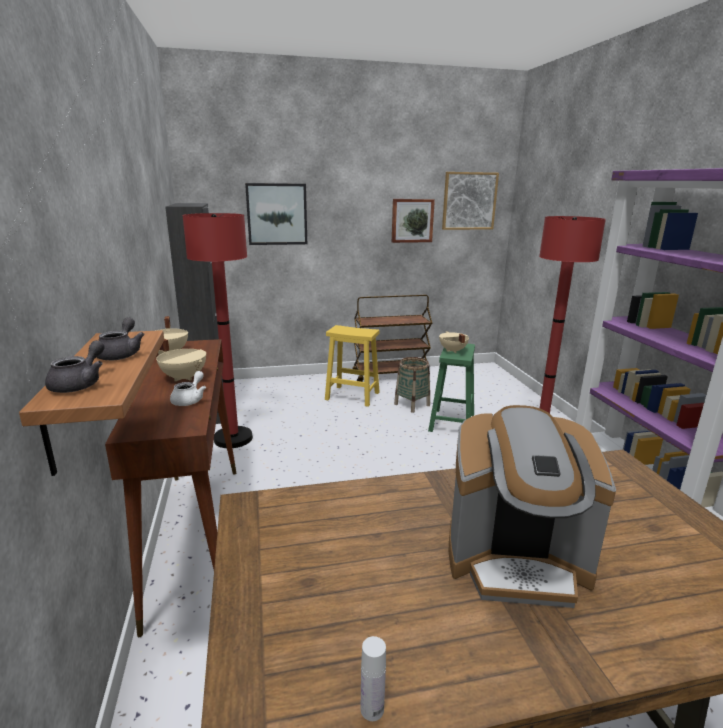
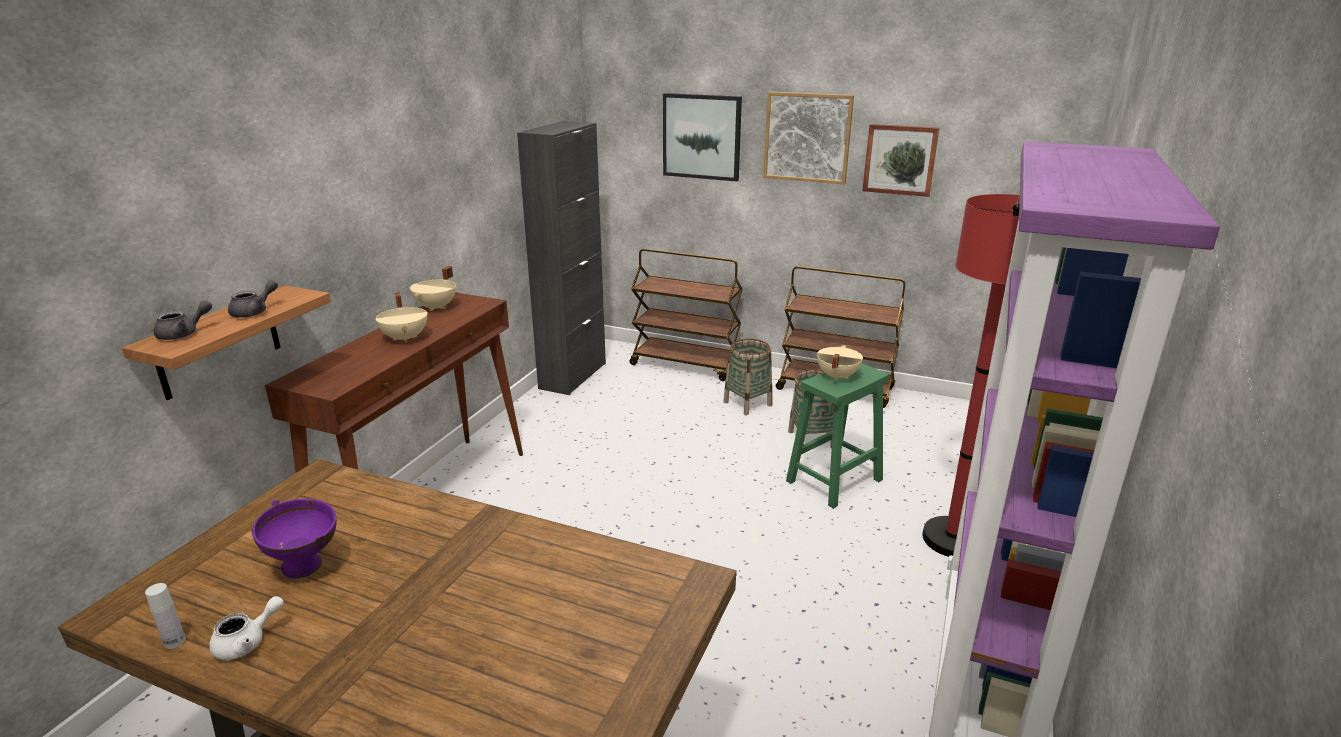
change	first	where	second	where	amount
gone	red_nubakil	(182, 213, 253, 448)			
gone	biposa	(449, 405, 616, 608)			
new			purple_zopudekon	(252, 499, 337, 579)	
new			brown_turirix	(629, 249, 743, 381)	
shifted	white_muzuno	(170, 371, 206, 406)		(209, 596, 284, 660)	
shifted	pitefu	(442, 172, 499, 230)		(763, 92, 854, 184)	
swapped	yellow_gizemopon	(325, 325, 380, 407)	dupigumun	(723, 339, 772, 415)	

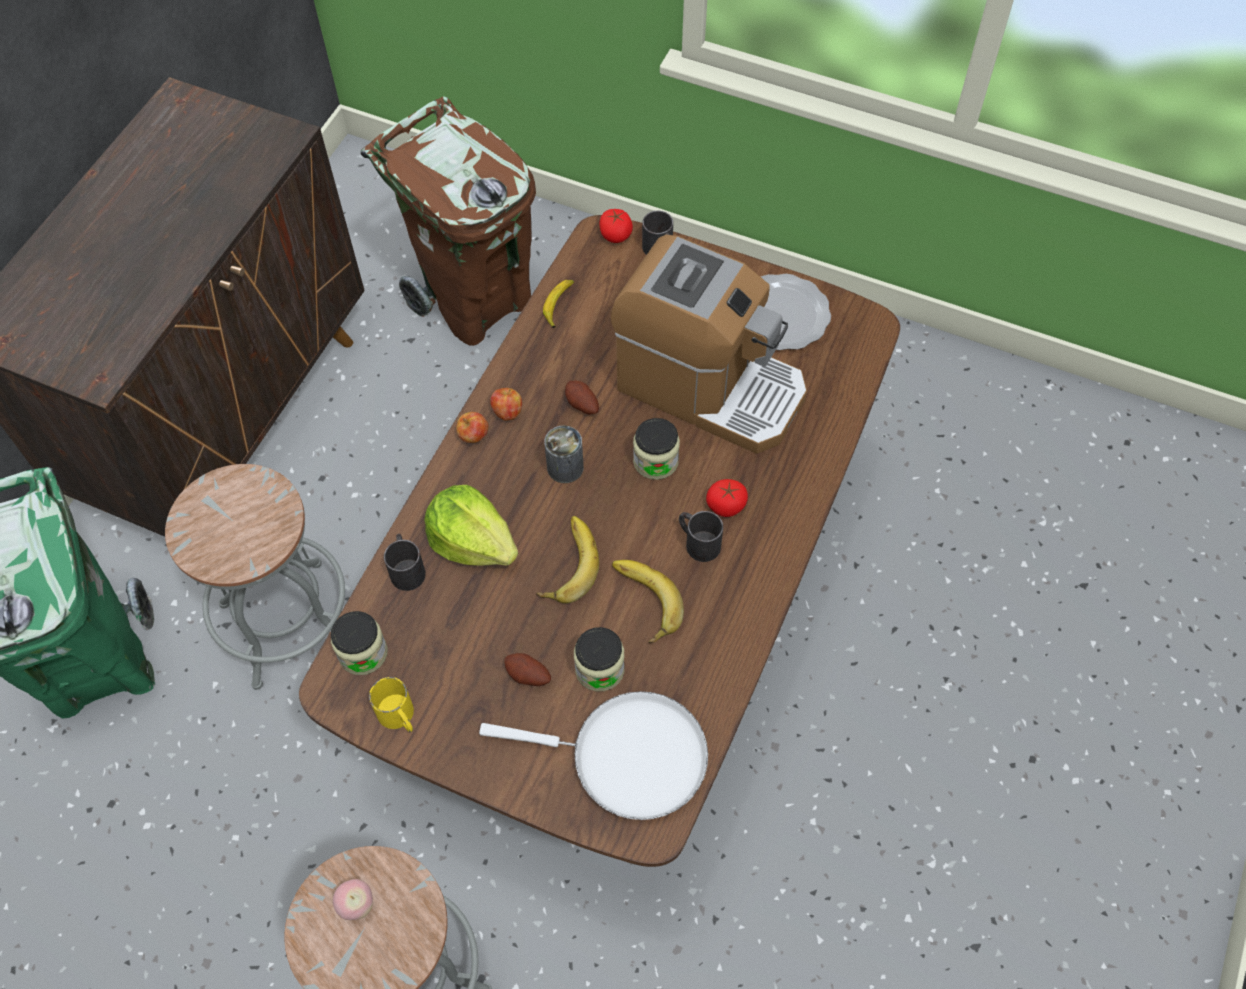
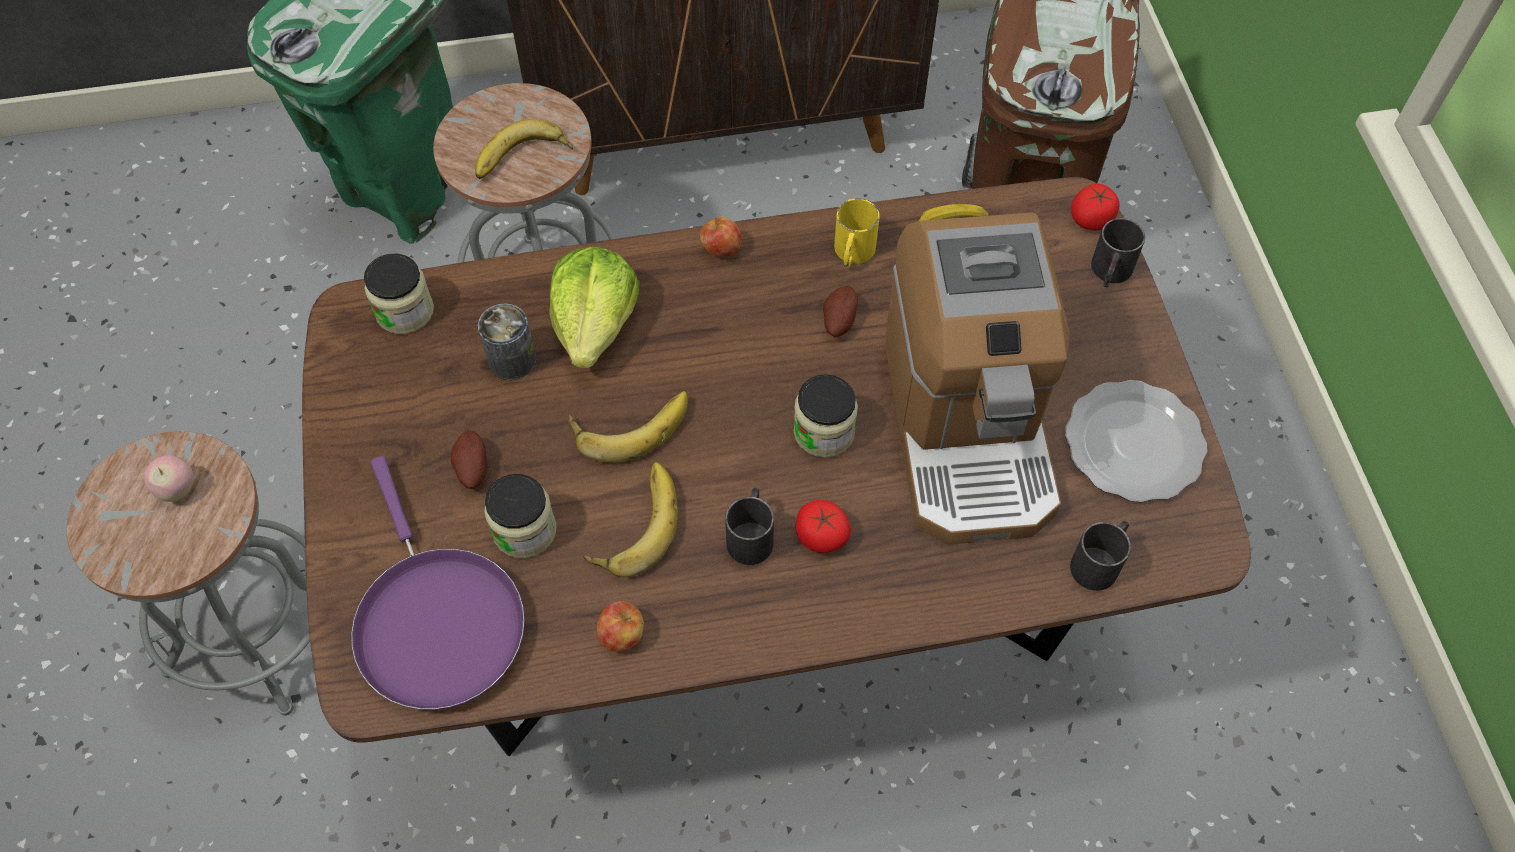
change	first	where	second	where	amount
new			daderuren	(475, 119, 573, 179)	
shifted	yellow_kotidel	(369, 677, 414, 732)		(834, 198, 880, 268)	
shifted	black_kotidel	(384, 534, 426, 591)		(1070, 521, 1131, 591)	
shifted	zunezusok	(490, 388, 522, 421)		(597, 601, 644, 652)	
shifted	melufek	(544, 426, 584, 483)		(478, 304, 536, 380)	
repainted	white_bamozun	(479, 691, 708, 820)	purple_bamozun	(351, 456, 525, 710)	

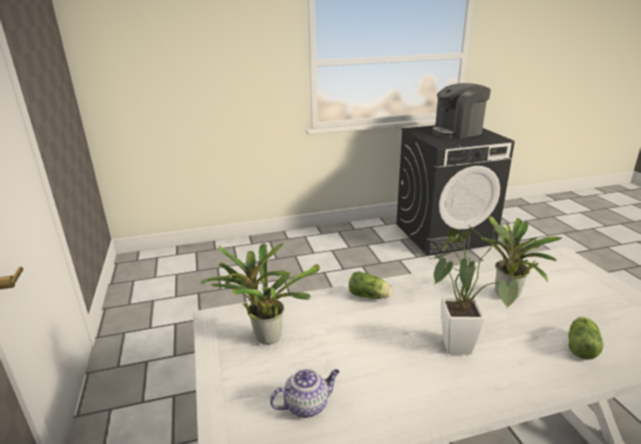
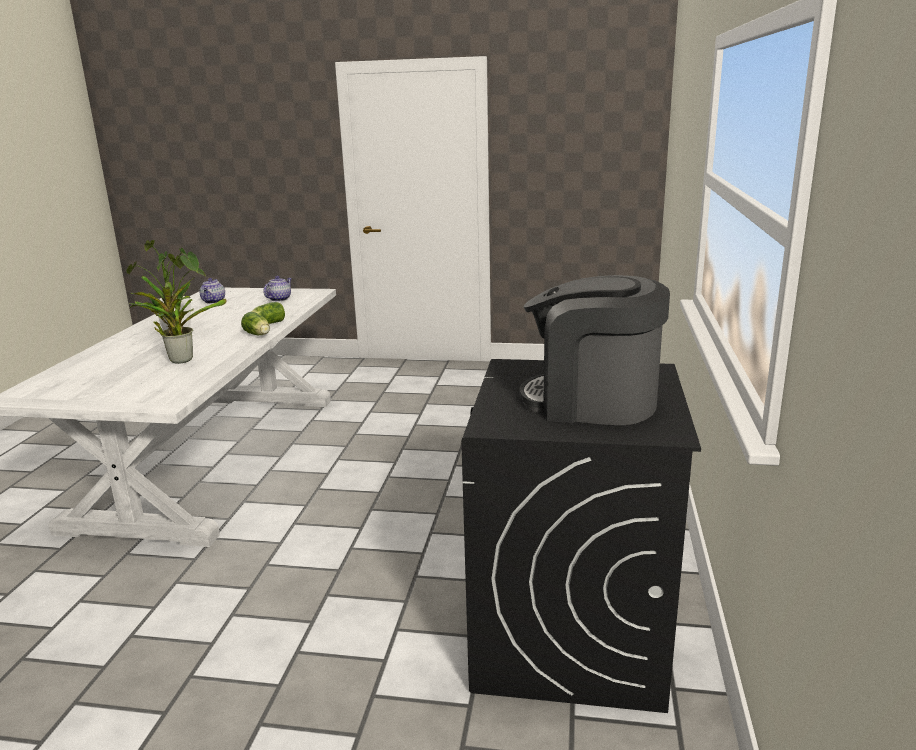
change	first	where	second	where	amount
shifted	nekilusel	(568, 317, 603, 360)		(241, 312, 270, 335)	
swapped	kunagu	(201, 243, 320, 345)	muzuno	(264, 276, 291, 301)	
rotated	biposa	(432, 83, 491, 139)		(519, 275, 670, 425)	75 degrees counterclockwise

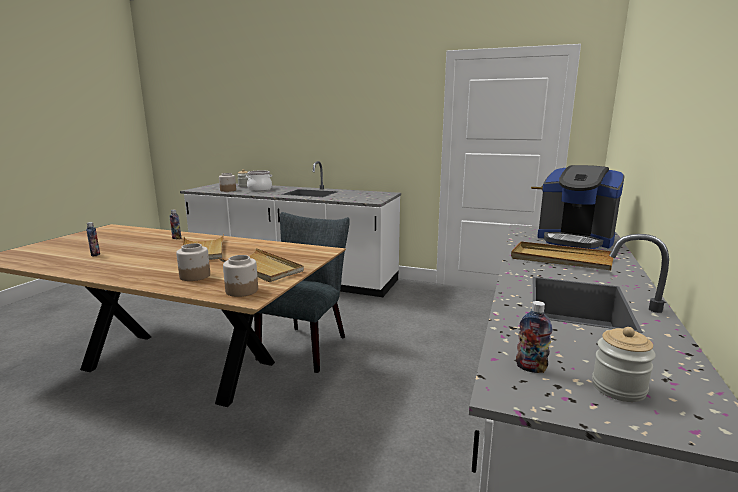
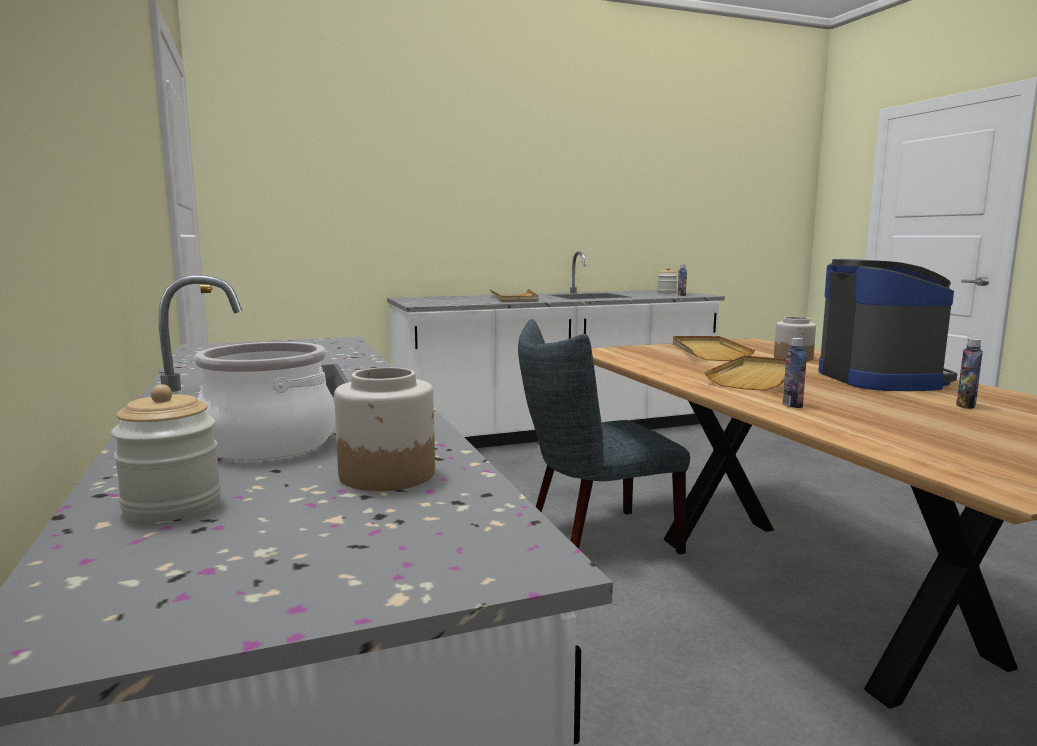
change	first	where	second	where	amount
gone	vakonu	(223, 255, 258, 297)			
shifted	biposa	(537, 165, 624, 249)		(818, 259, 957, 391)	

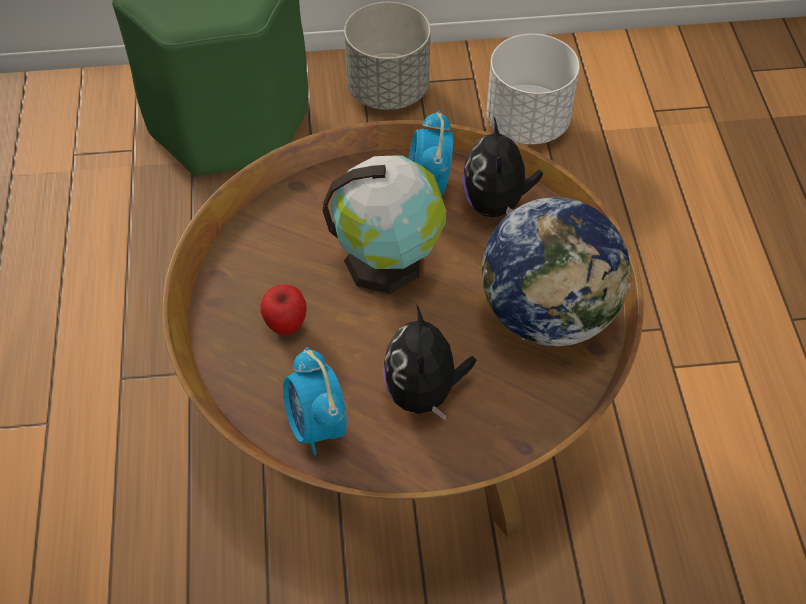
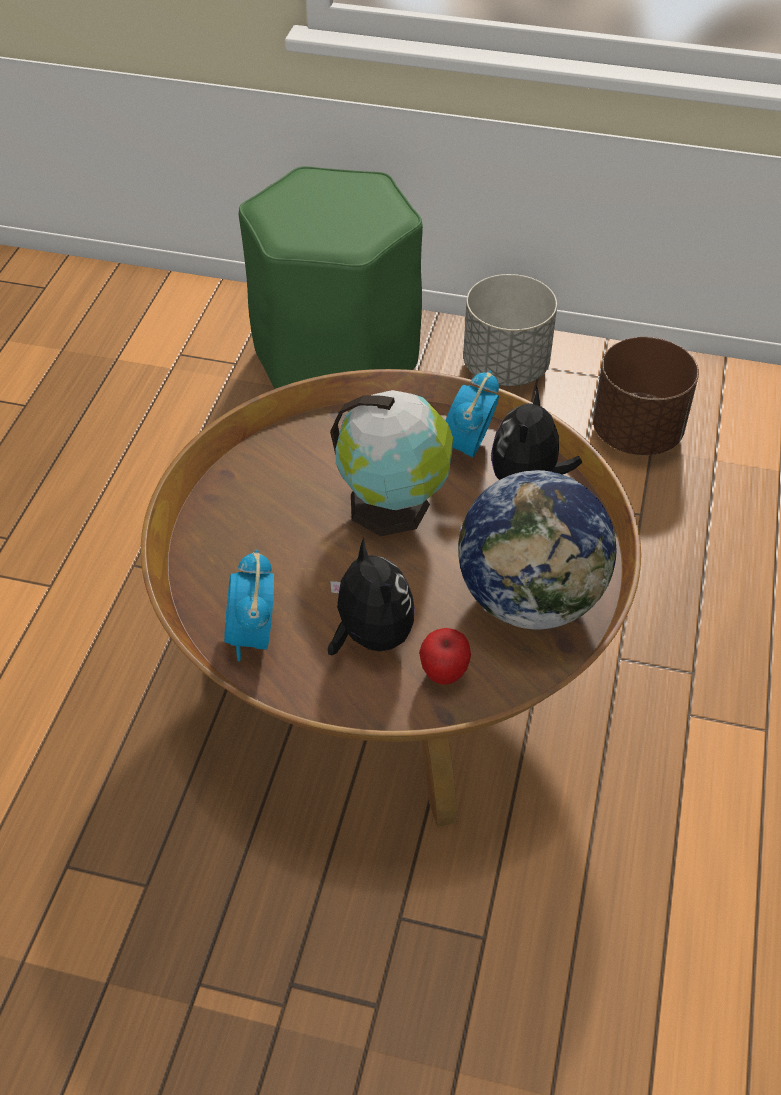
change	first	where	second	where	amount
shifted	zunezusok	(260, 284, 307, 335)		(419, 628, 471, 685)	
repainted	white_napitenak	(486, 34, 580, 145)	brown_napitenak	(593, 337, 699, 455)	
rotated	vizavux	(383, 304, 477, 421)		(328, 537, 415, 655)	135 degrees clockwise

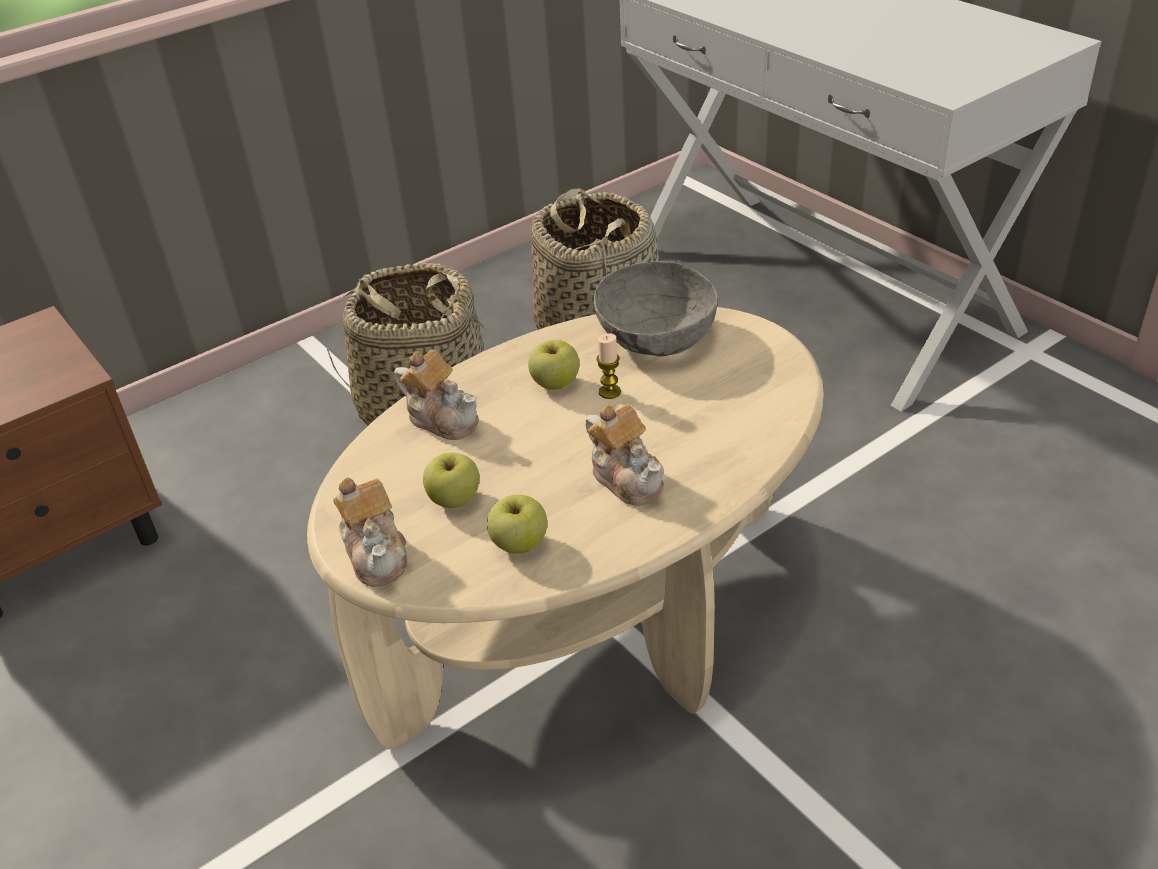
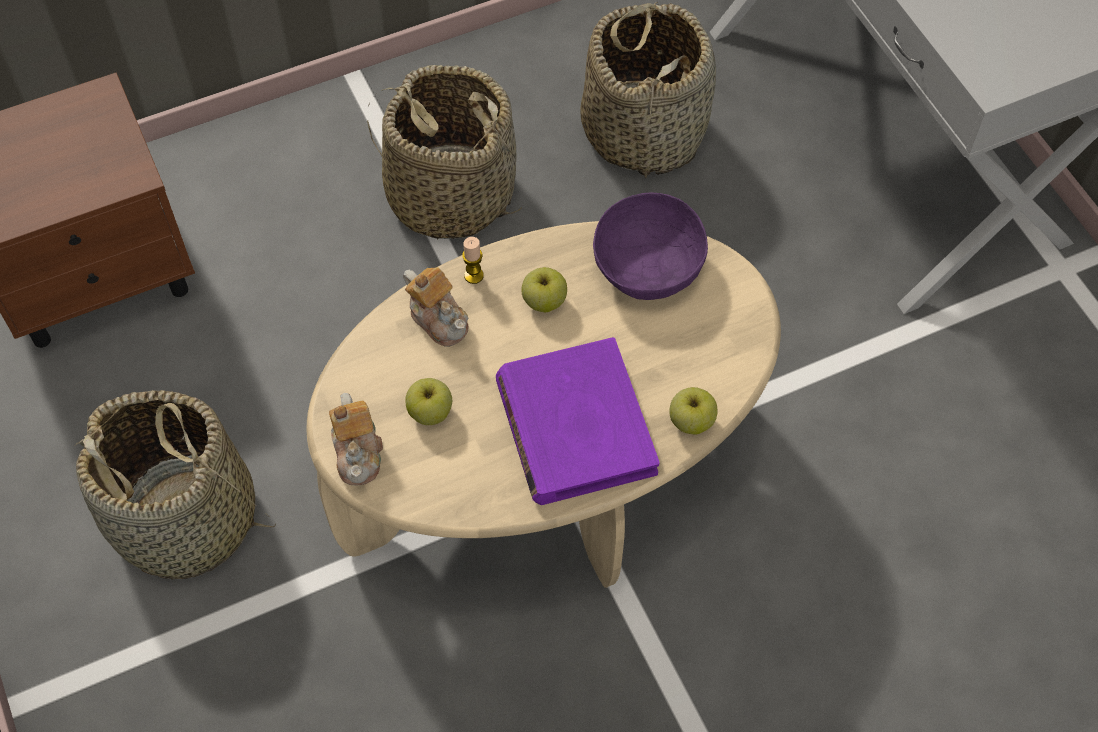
change	first	where	second	where	amount
new			dupigumun	(75, 390, 276, 580)	
shifted	zunezusok	(487, 495, 547, 554)		(669, 387, 718, 435)	
shifted	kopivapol	(596, 333, 621, 399)		(462, 237, 484, 284)	
swapped	muzuno	(585, 404, 664, 506)	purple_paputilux	(496, 337, 660, 505)	
repainted	grey_zopudekon	(594, 261, 718, 357)	purple_zopudekon	(593, 192, 708, 300)	

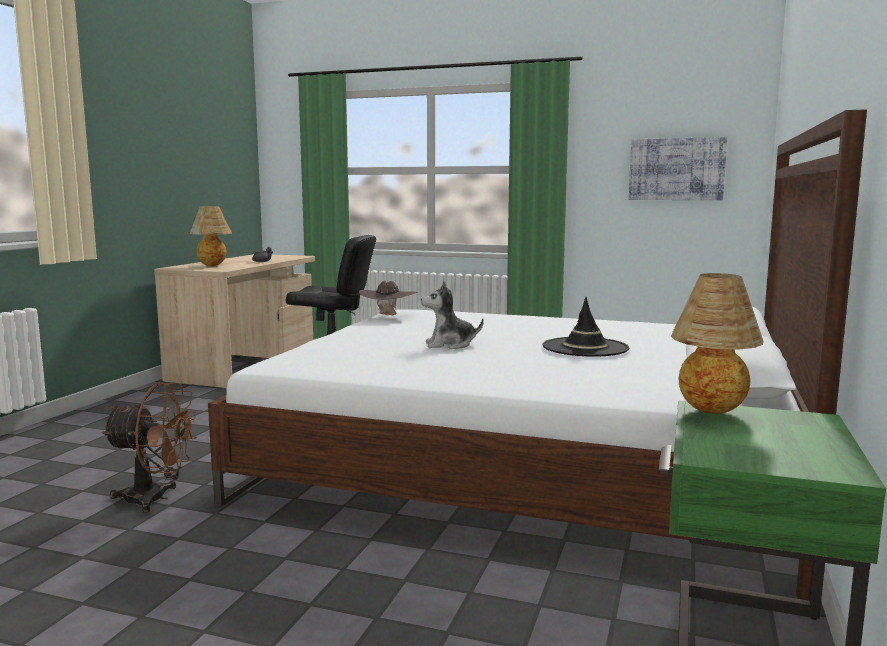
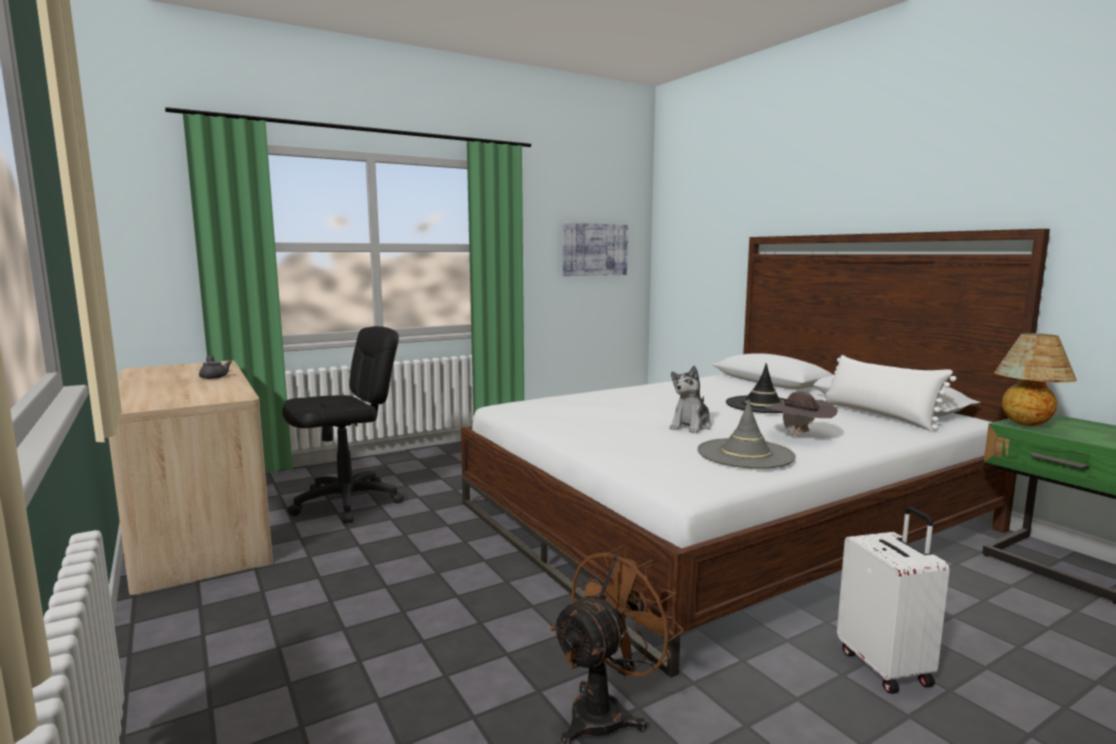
change	first	where	second	where	amount
gone	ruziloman	(190, 206, 232, 266)			
new			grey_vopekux	(697, 399, 796, 469)	
new			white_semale	(823, 355, 956, 430)	
new			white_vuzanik	(837, 507, 950, 694)	
shifted	brown_vopekux	(359, 281, 418, 315)		(765, 391, 838, 435)	

